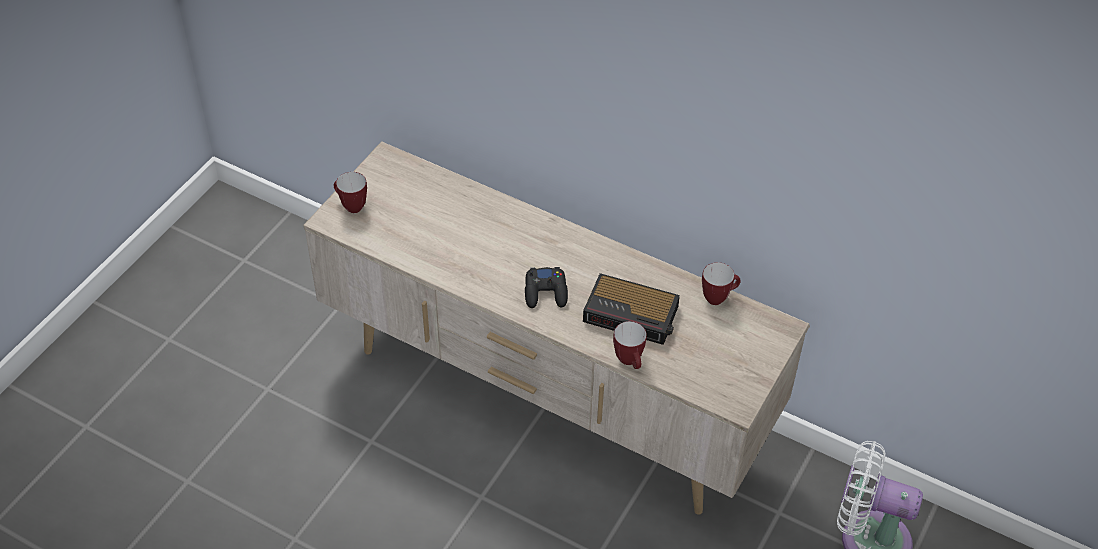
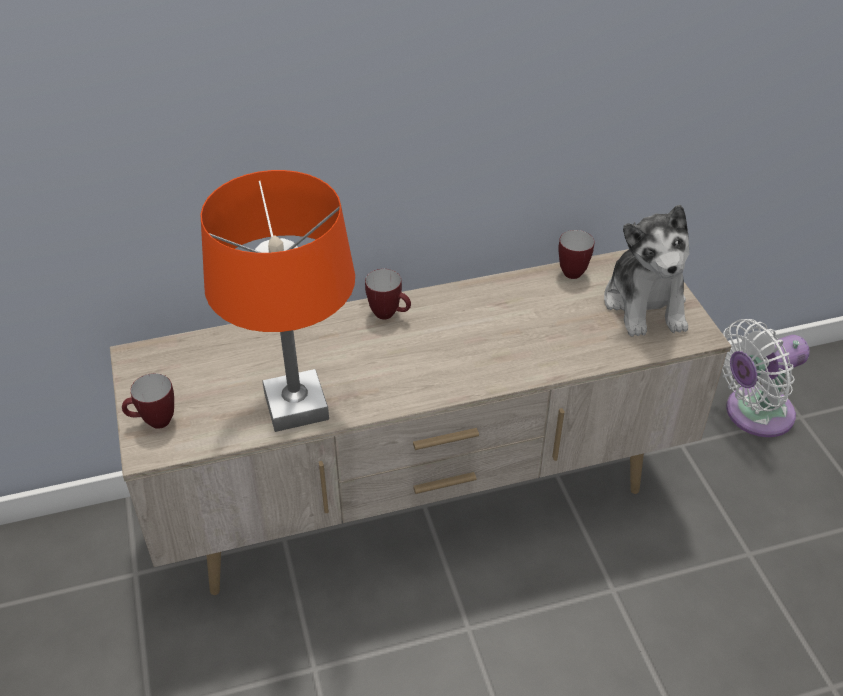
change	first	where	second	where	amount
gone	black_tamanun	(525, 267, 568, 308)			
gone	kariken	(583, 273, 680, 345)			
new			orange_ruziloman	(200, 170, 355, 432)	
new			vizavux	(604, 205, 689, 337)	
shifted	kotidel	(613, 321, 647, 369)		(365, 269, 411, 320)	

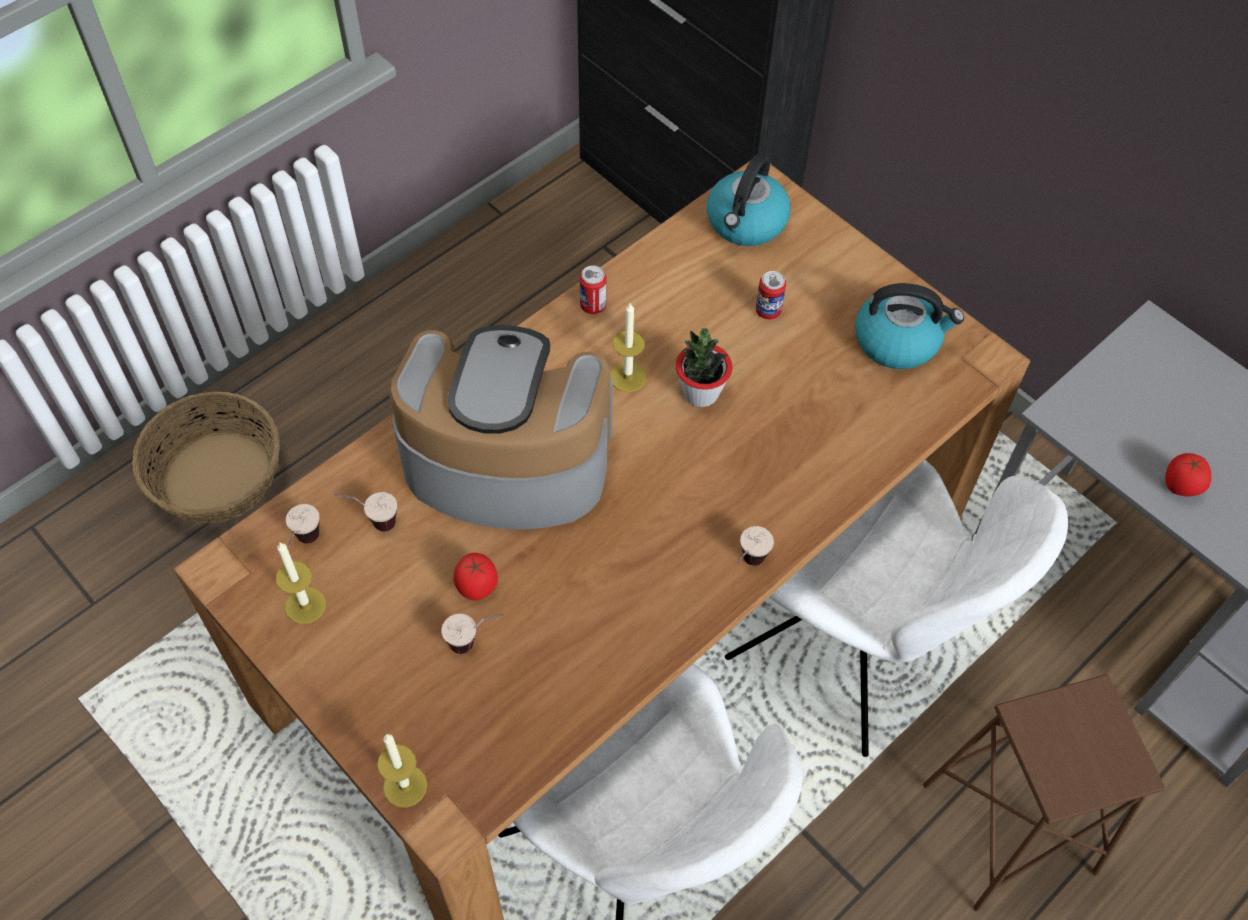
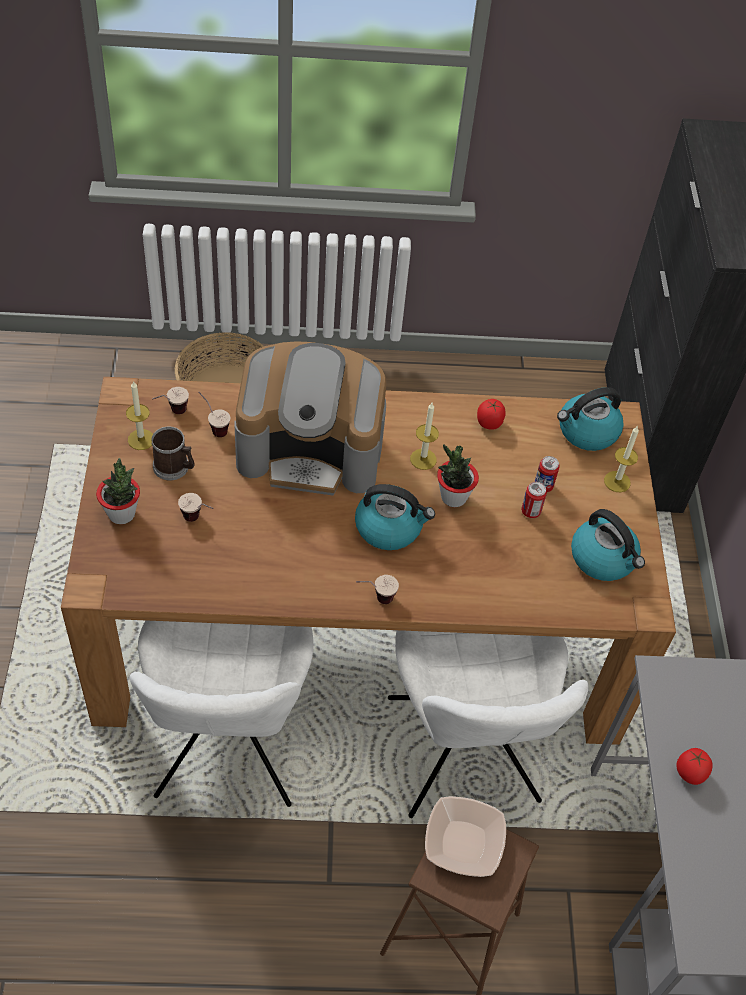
change	first	where	second	where	amount
new			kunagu	(96, 458, 140, 524)	
new			kotidel	(152, 426, 195, 481)	
new			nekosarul	(355, 484, 435, 550)	
new			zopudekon	(425, 796, 506, 877)	
shifted	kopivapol	(378, 734, 427, 808)		(604, 426, 639, 492)	
shifted	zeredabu	(453, 553, 498, 601)		(477, 399, 506, 430)	
shifted	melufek	(580, 265, 607, 314)		(521, 482, 547, 518)	
rotated	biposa	(389, 325, 613, 530)		(234, 341, 386, 496)	135 degrees clockwise

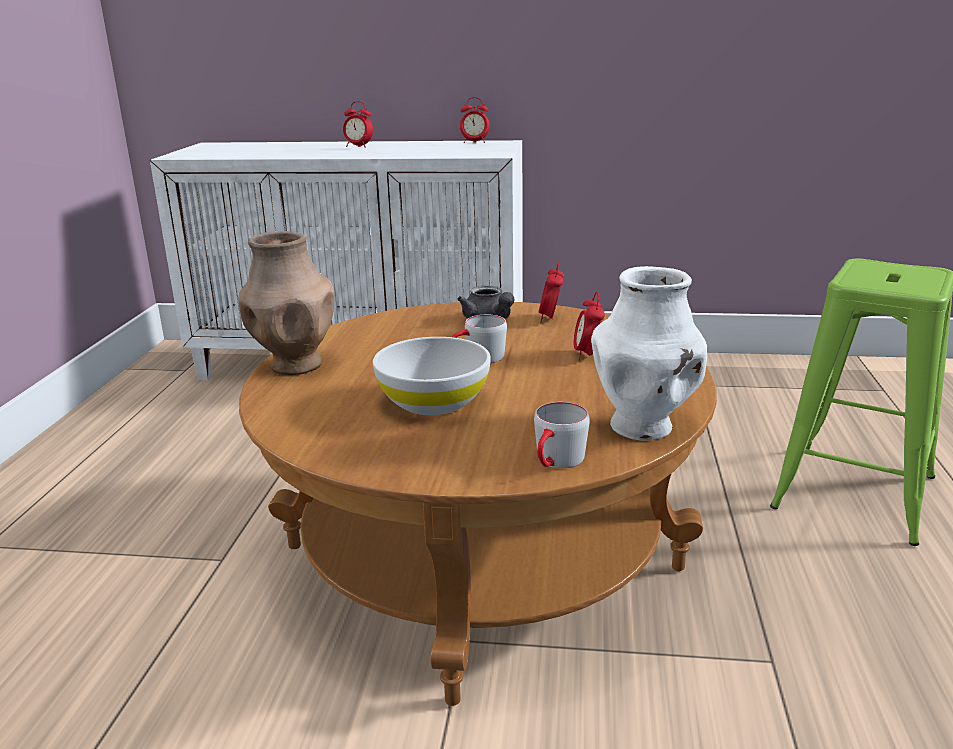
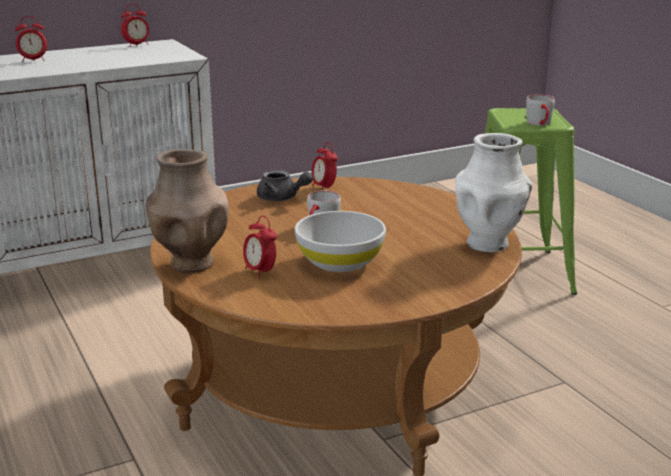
change	first	where	second	where	amount
shifted	grey_kotidel	(534, 402, 590, 468)		(526, 94, 555, 126)	
shifted	kariken	(574, 292, 605, 361)		(243, 216, 277, 279)	

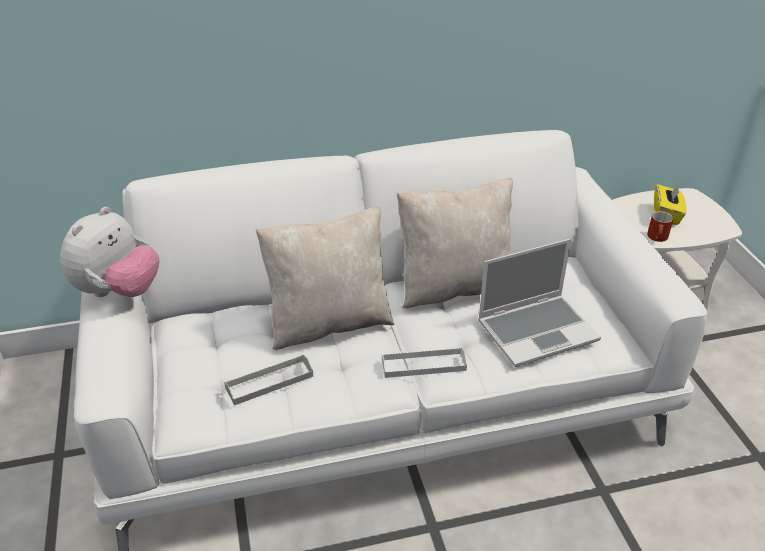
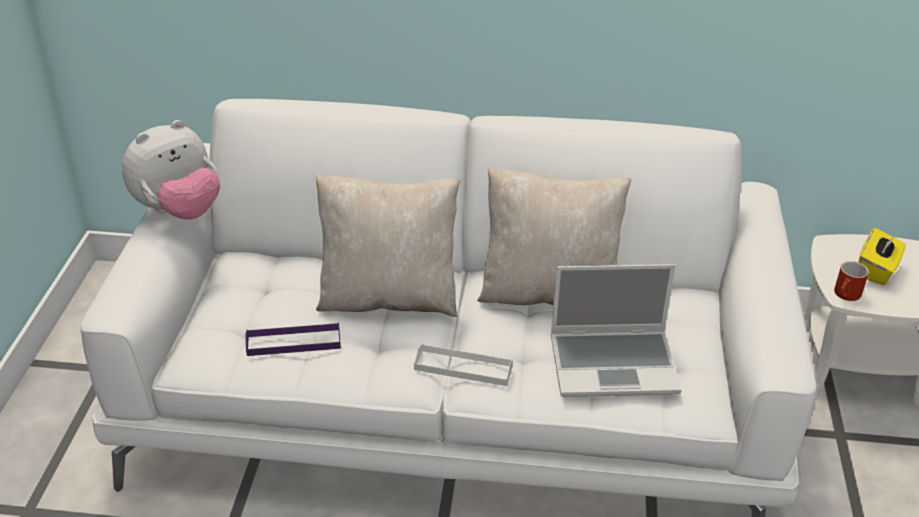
change	first	where	second	where	amount
repainted	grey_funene	(224, 354, 313, 405)	purple_funene	(245, 322, 341, 356)	

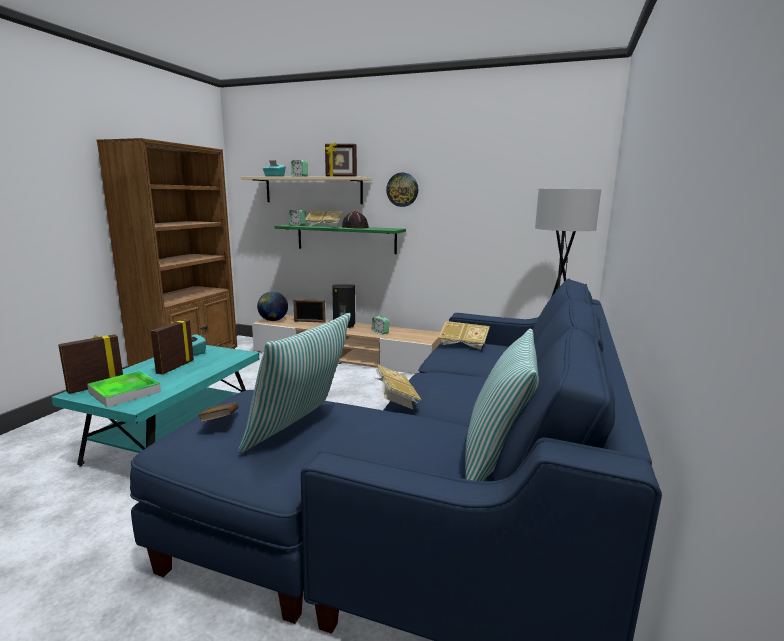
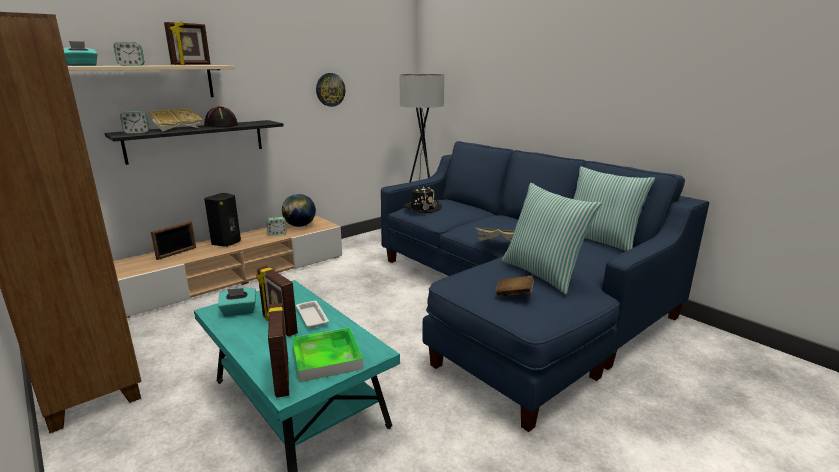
change	first	where	second	where	amount
new			white_funene	(296, 301, 329, 328)	
shifted	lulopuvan	(257, 291, 288, 321)		(282, 194, 316, 227)	
shifted	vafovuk	(386, 173, 418, 207)		(316, 73, 346, 107)	
swapped	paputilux	(438, 321, 490, 350)	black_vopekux	(403, 186, 442, 213)	
repainted	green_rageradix	(274, 224, 406, 254)	black_rageradix	(105, 120, 284, 165)	

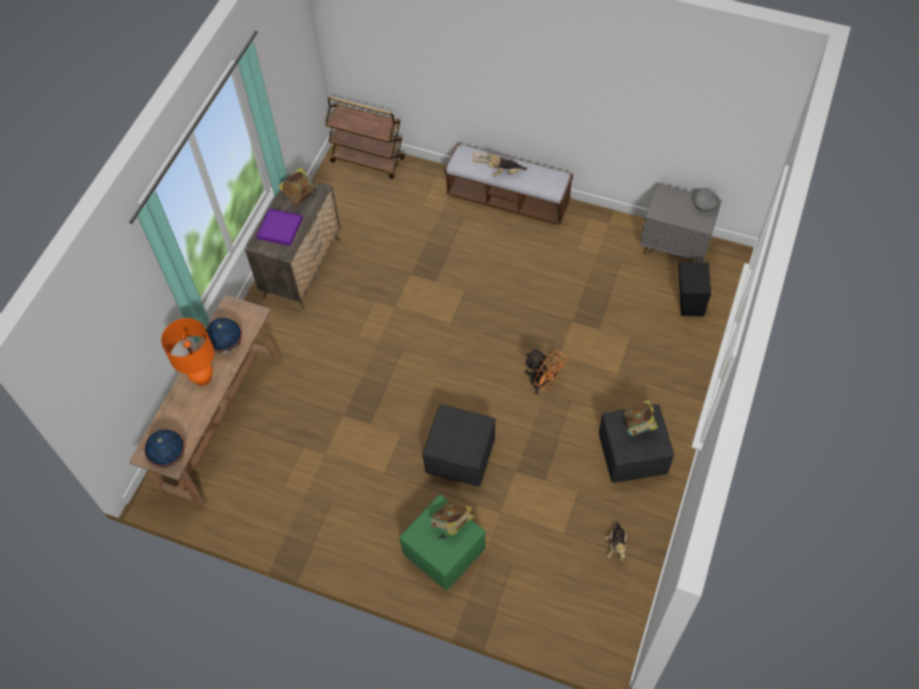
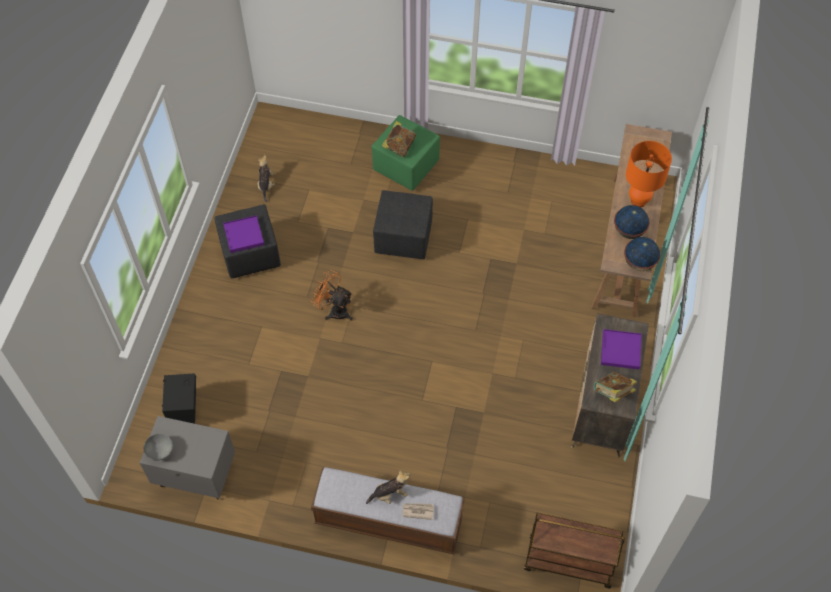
change	first	where	second	where	amount
shifted	lulopuvan	(144, 430, 185, 468)		(624, 237, 660, 271)	
swapped	paputilux	(624, 400, 658, 436)	purple_funene	(223, 215, 264, 253)	

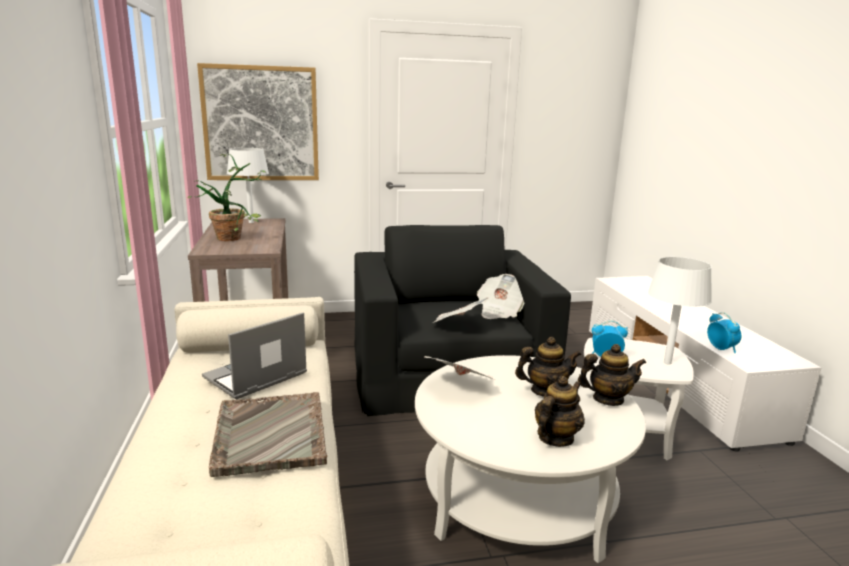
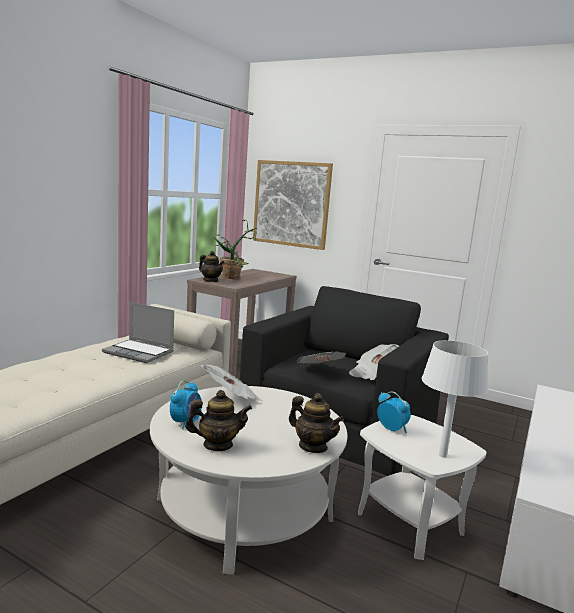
change	first	where	second	where	amount
gone	grey_funene	(209, 392, 327, 477)			
gone	white_ruziloman	(227, 148, 269, 223)			
shifted	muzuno	(515, 337, 581, 397)		(199, 251, 224, 282)	
shifted	kariken	(707, 312, 741, 353)		(170, 380, 202, 430)	
rotated	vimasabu	(202, 312, 307, 399)		(102, 302, 174, 363)	150 degrees counterclockwise

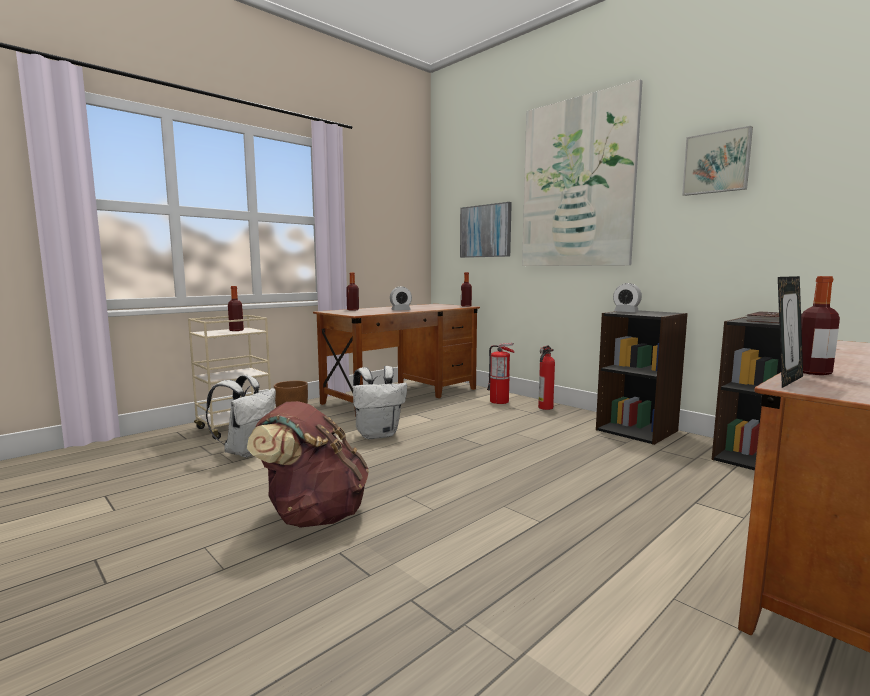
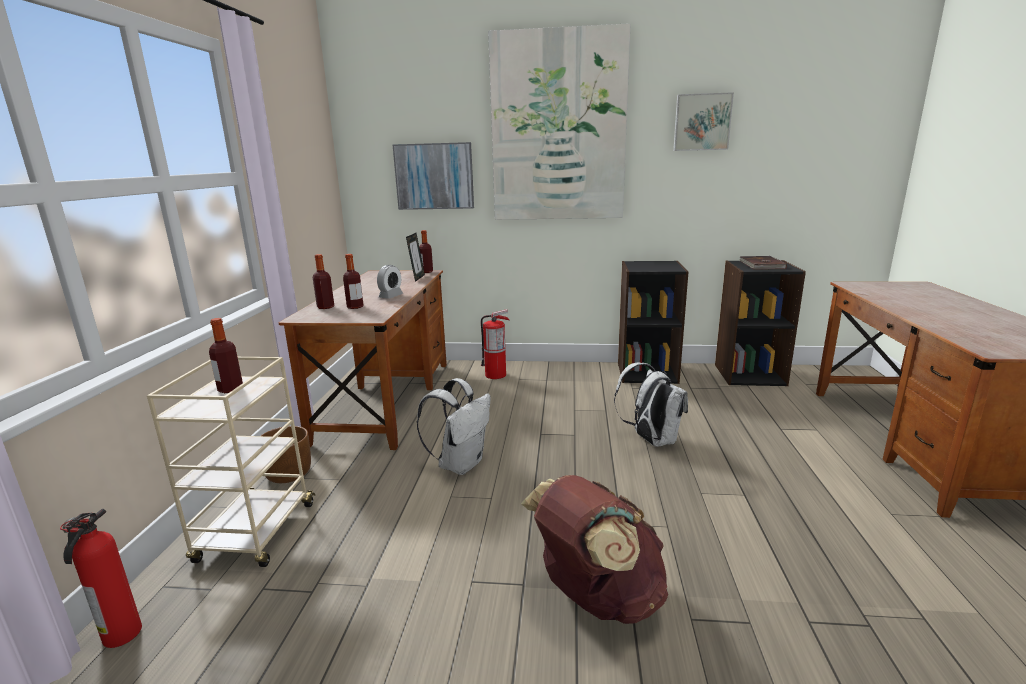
change	first	where	second	where	amount
gone	kariken	(613, 283, 642, 312)			
shifted	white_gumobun	(206, 375, 276, 457)		(614, 363, 688, 447)	
shifted	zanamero	(538, 345, 555, 410)		(60, 509, 142, 648)	
shifted	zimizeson	(778, 276, 803, 388)		(406, 233, 425, 282)	
shifted	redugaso	(801, 276, 840, 375)		(343, 254, 363, 309)	

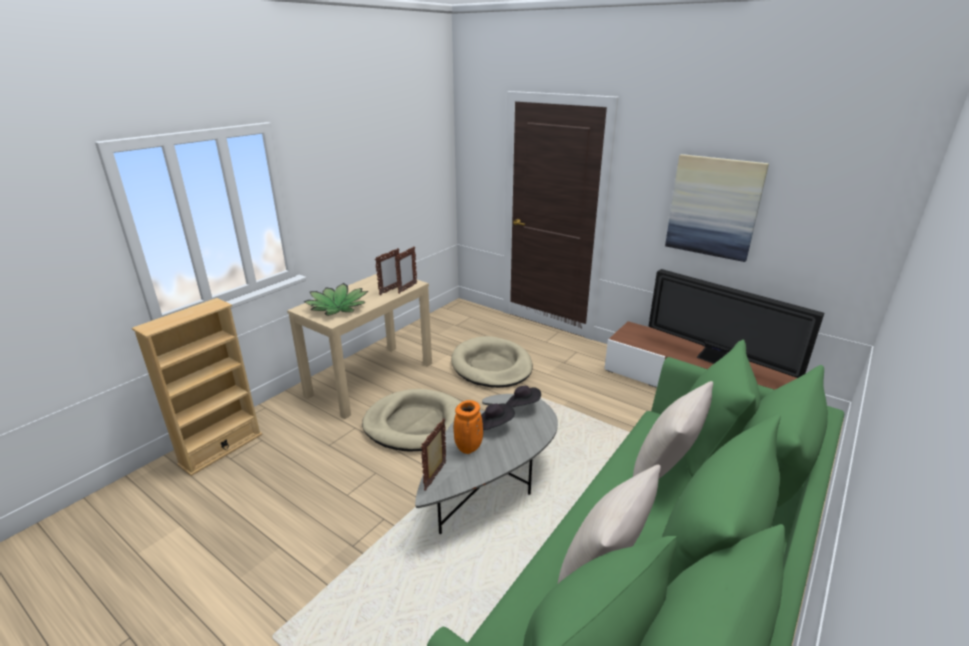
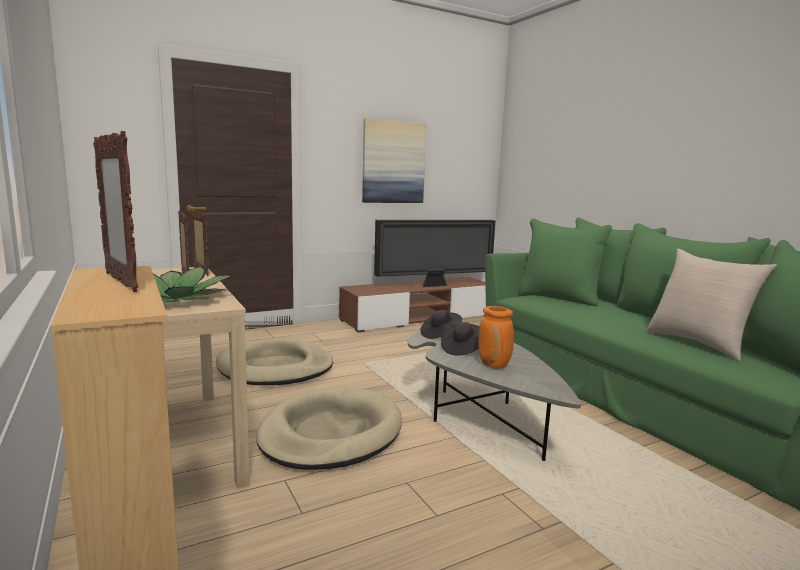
change	first	where	second	where	amount
gone	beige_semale	(633, 381, 713, 479)			
shifted	zimizeson	(421, 418, 446, 490)		(93, 131, 138, 292)	

